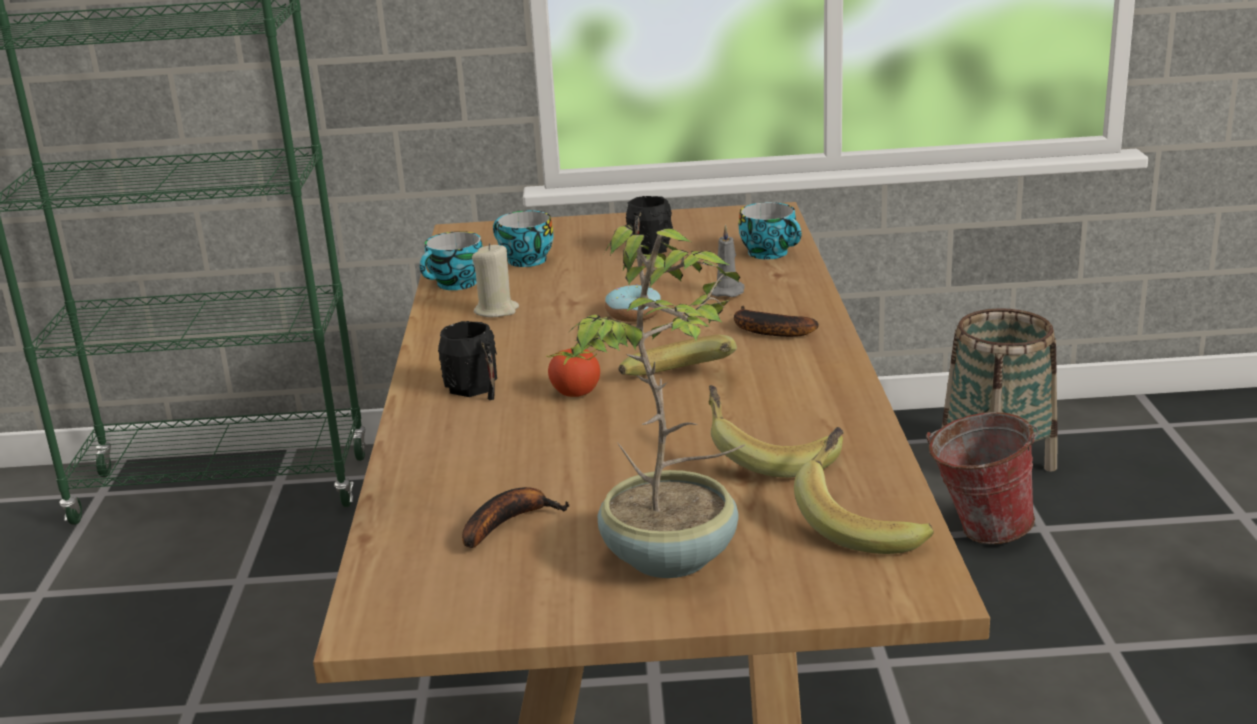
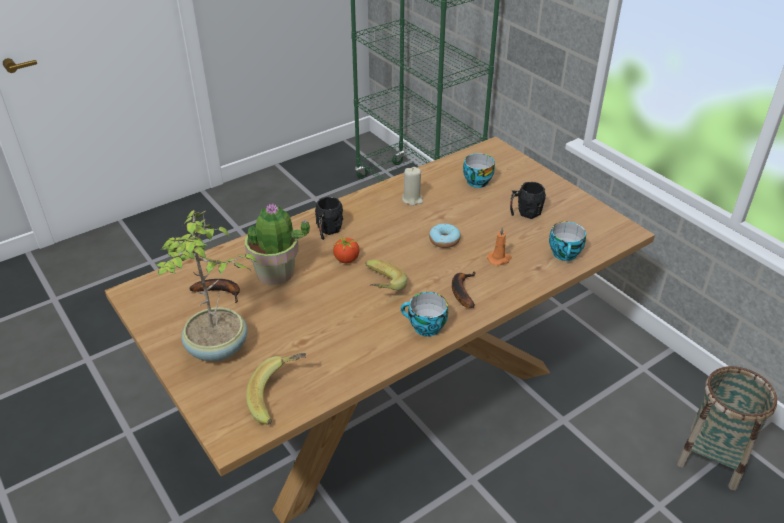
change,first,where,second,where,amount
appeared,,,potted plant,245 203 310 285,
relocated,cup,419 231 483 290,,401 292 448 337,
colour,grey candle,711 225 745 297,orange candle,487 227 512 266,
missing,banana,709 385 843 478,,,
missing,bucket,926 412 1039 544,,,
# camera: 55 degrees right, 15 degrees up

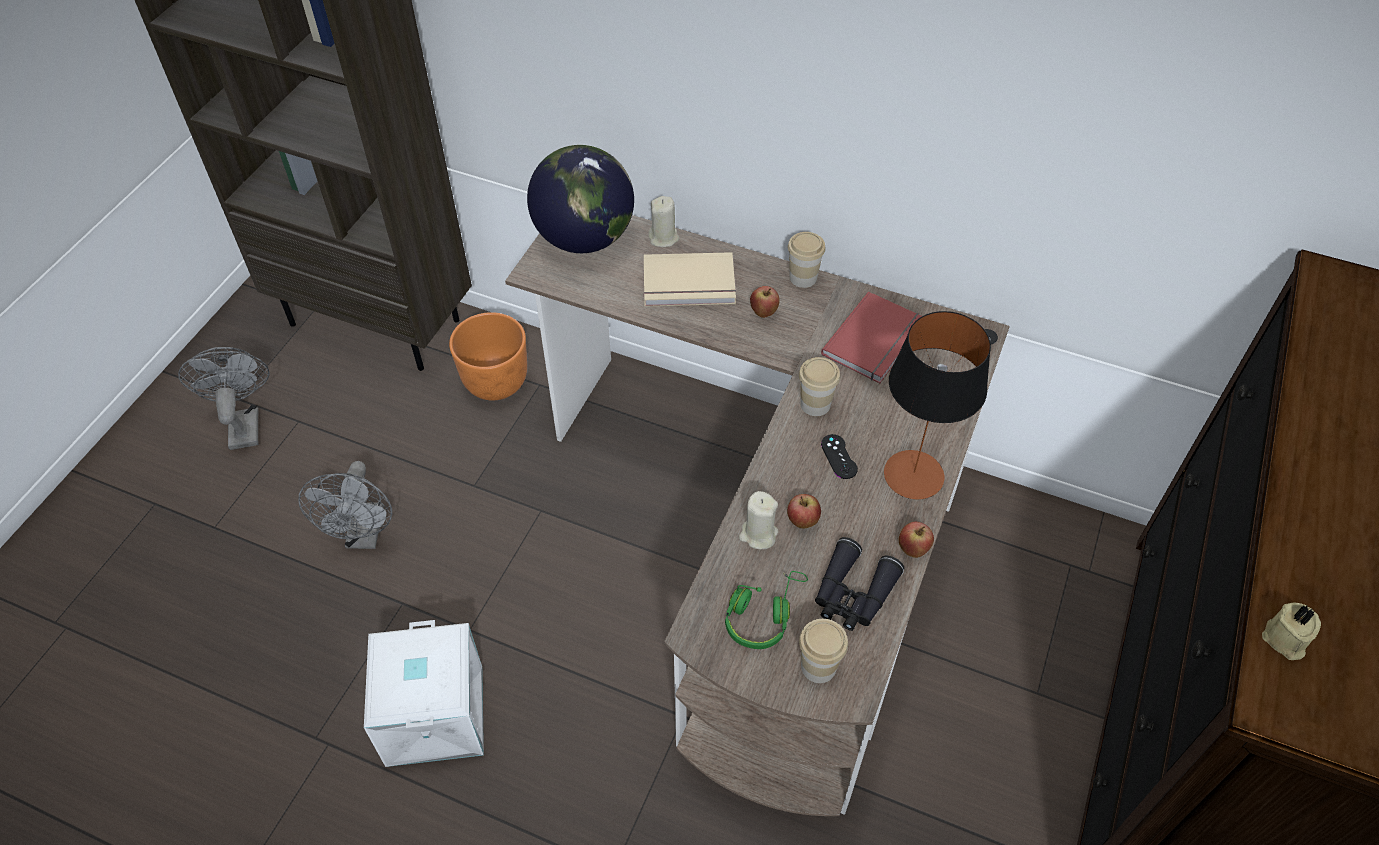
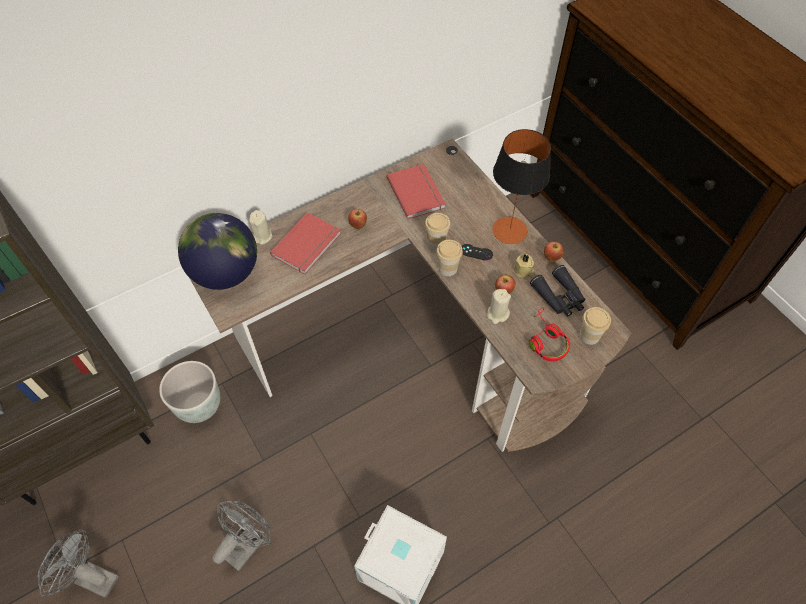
change,first,where,second,where,amount
colour,orange planter,449 312 527 401,grey planter,159 361 220 423,
spun,grey fan,298 461 392 549,,212 500 271 571,90 degrees counterclockwise
colour,beige book,644 252 736 306,red book,270 212 341 275,
relocated,cup,788 232 826 288,,436 240 463 276,
relocated,beige candle,1262 603 1321 660,,514 254 534 277,
colour,green headphones,725 571 808 649,red headphones,529 307 570 361,
# camera: 55 degrees left, 5 degrees up

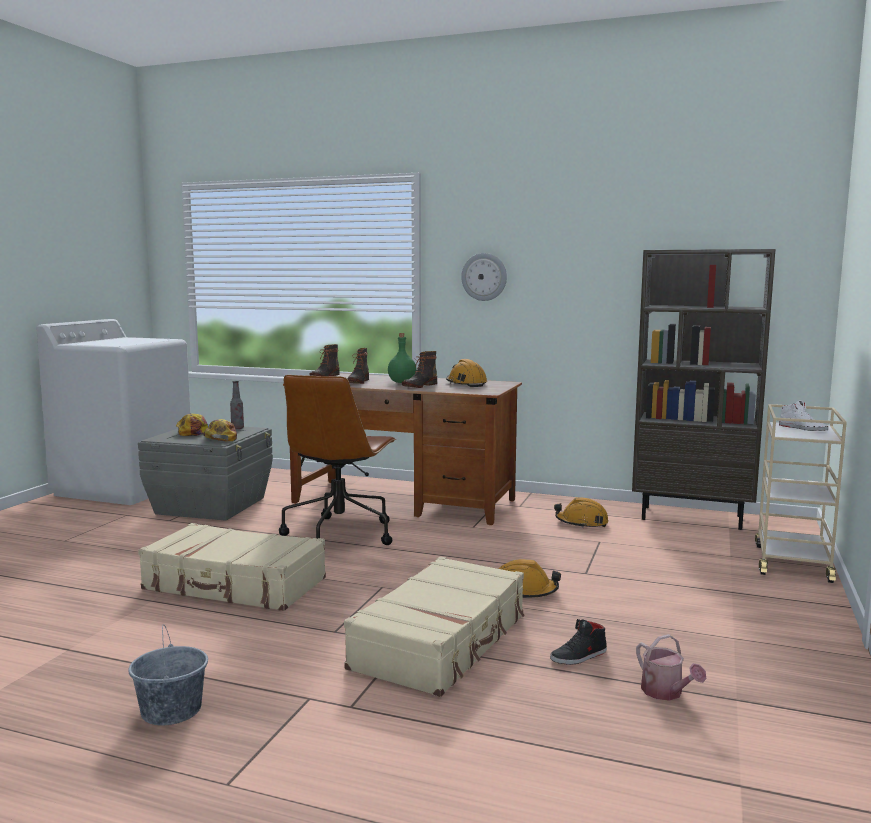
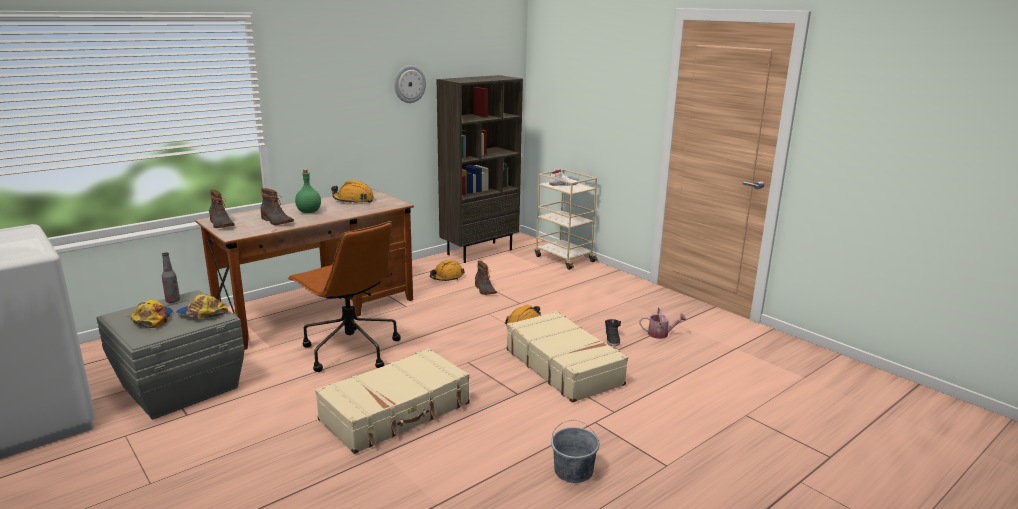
change,first,where,second,where,amount
relocated,wall clock,461 253 507 301,,394 65 426 103,
relocated,boot,402 351 437 388,,475 261 497 295,
# camera: 60 degrees left, 10 degrees up

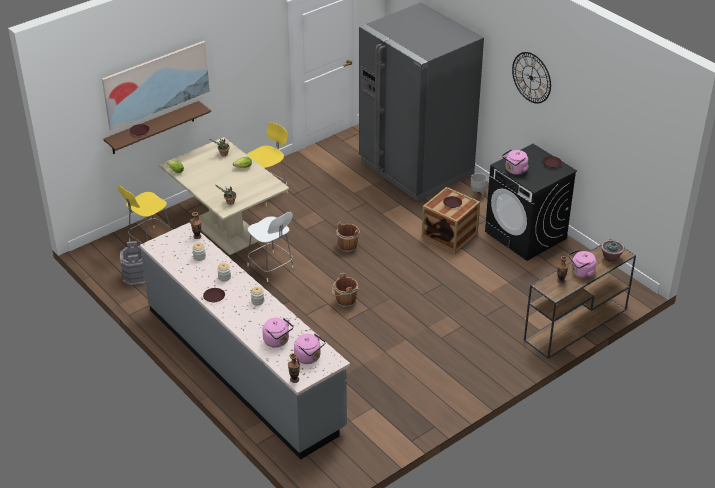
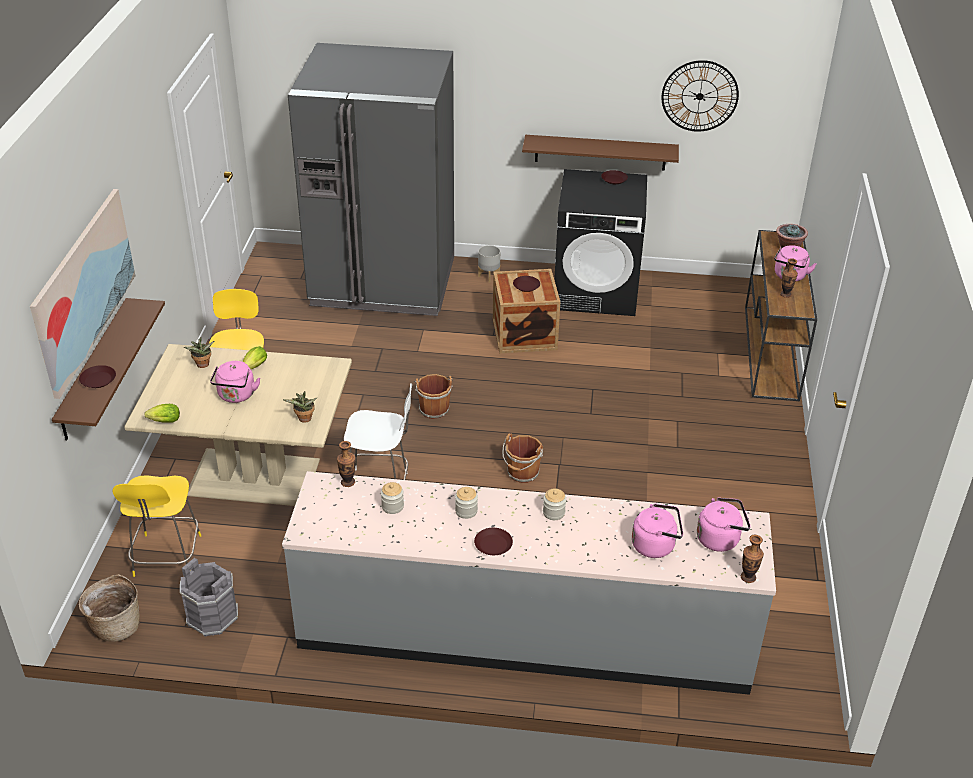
change,first,where,second,where,amount
appeared,,,basket,79 574 140 642,
relocated,pink kettle,502 149 529 175,,210 361 261 403,
appeared,,,brown shelf,522 135 679 171,
relocated,wall clock,512 52 551 103,,661 60 739 132,
# camera: 45 degrees left, 0 degrees up

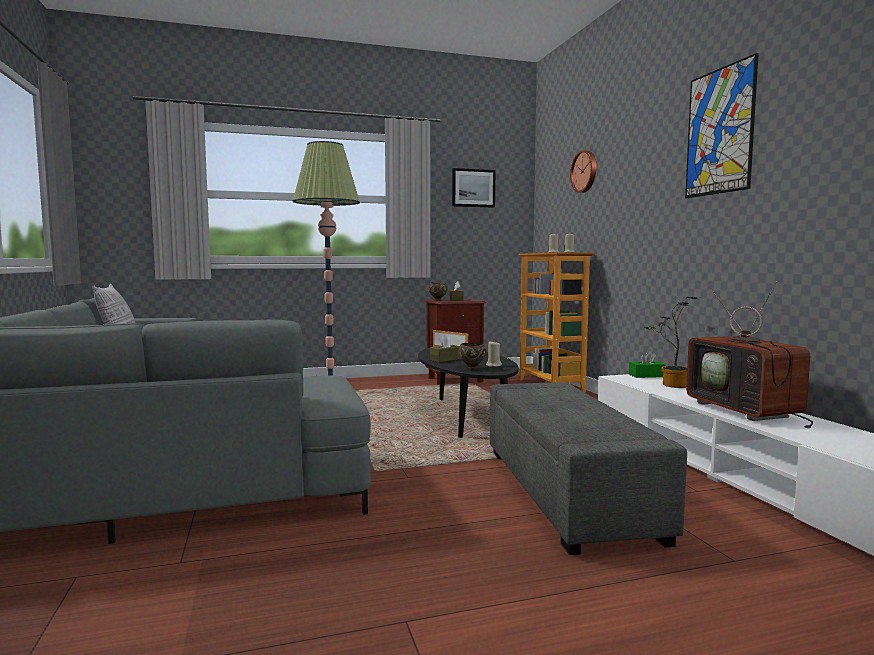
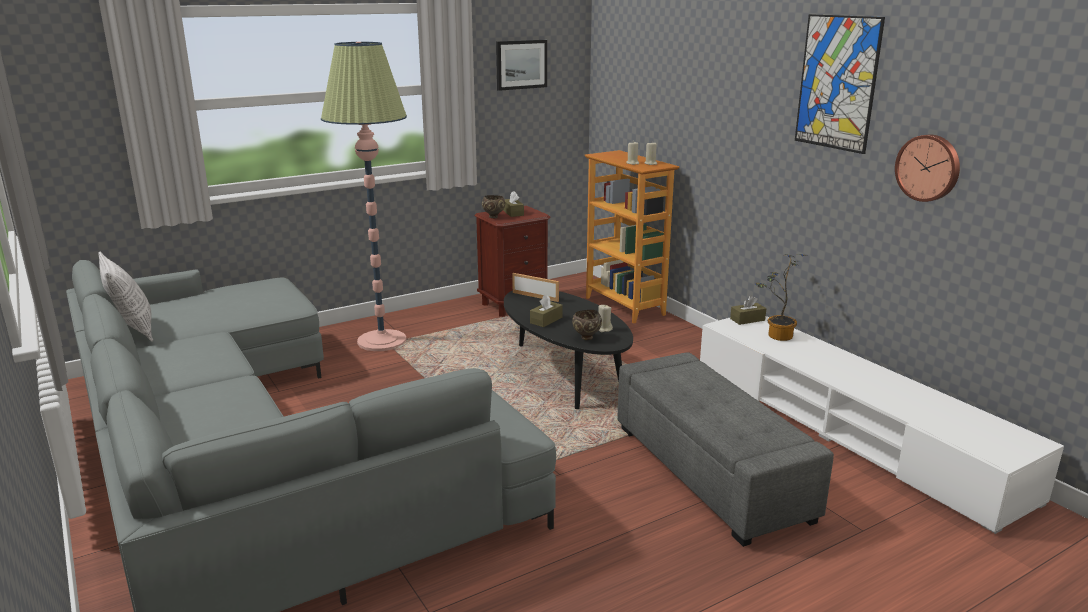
change,first,where,second,where,amount
colour,green tissue box,629 350 665 378,brown tissue box,730 296 766 325,
relocated,wall clock,570 150 596 193,,895 135 960 202,
missing,television,686 282 813 428,,,
# camera: 15 degrees left, 15 degrees up

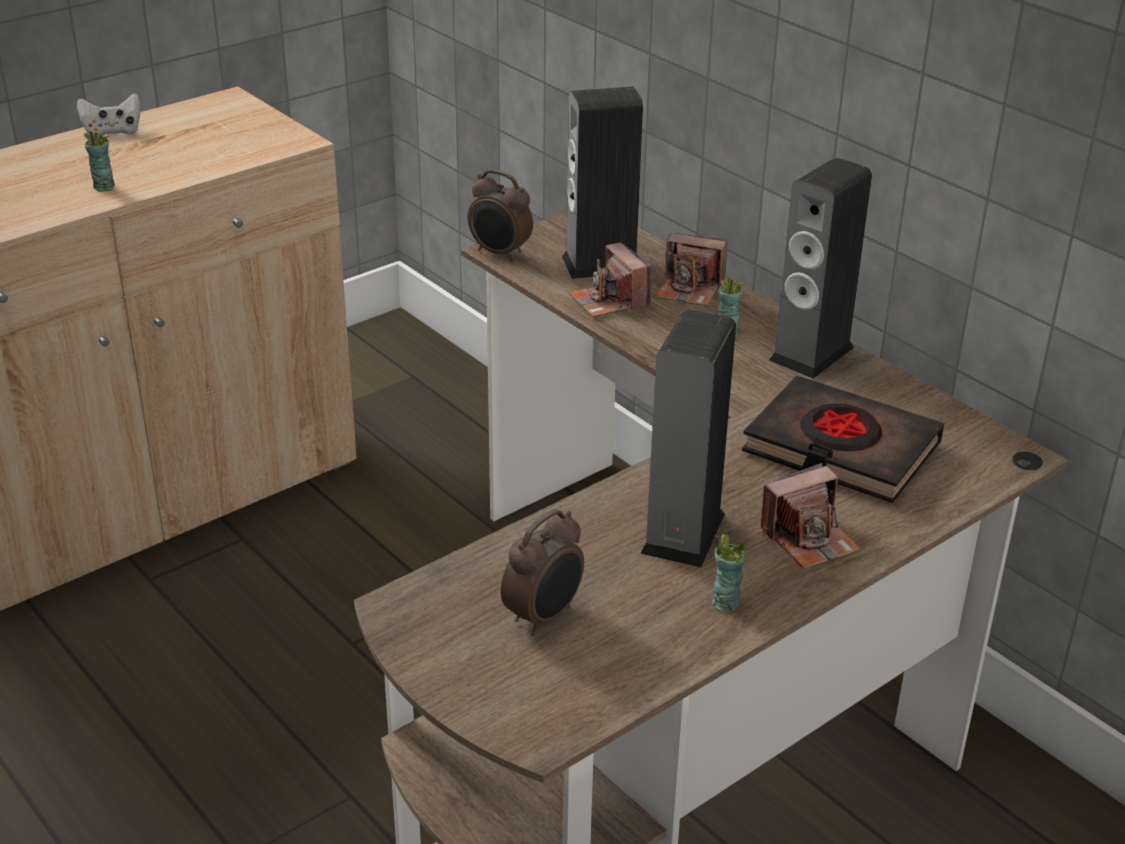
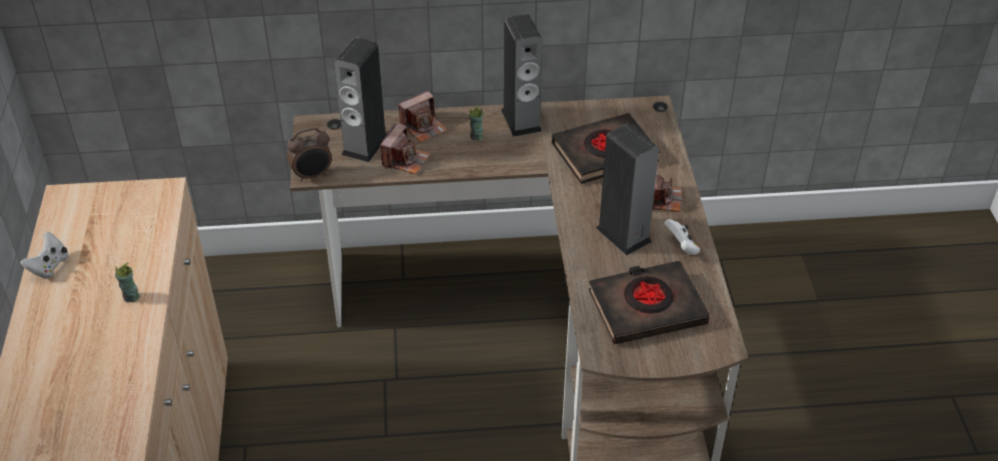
change,first,where,second,where,amount
spun,photo camera,569 242 652 317,,380 123 431 174,75 degrees counterclockwise
exchanged,alarm clock,501 509 584 636,black book,588 260 710 344,
exchanged,cup,712 534 746 612,white game controller,664 219 700 255,
# camera: 55 degrees left, 10 degrees up

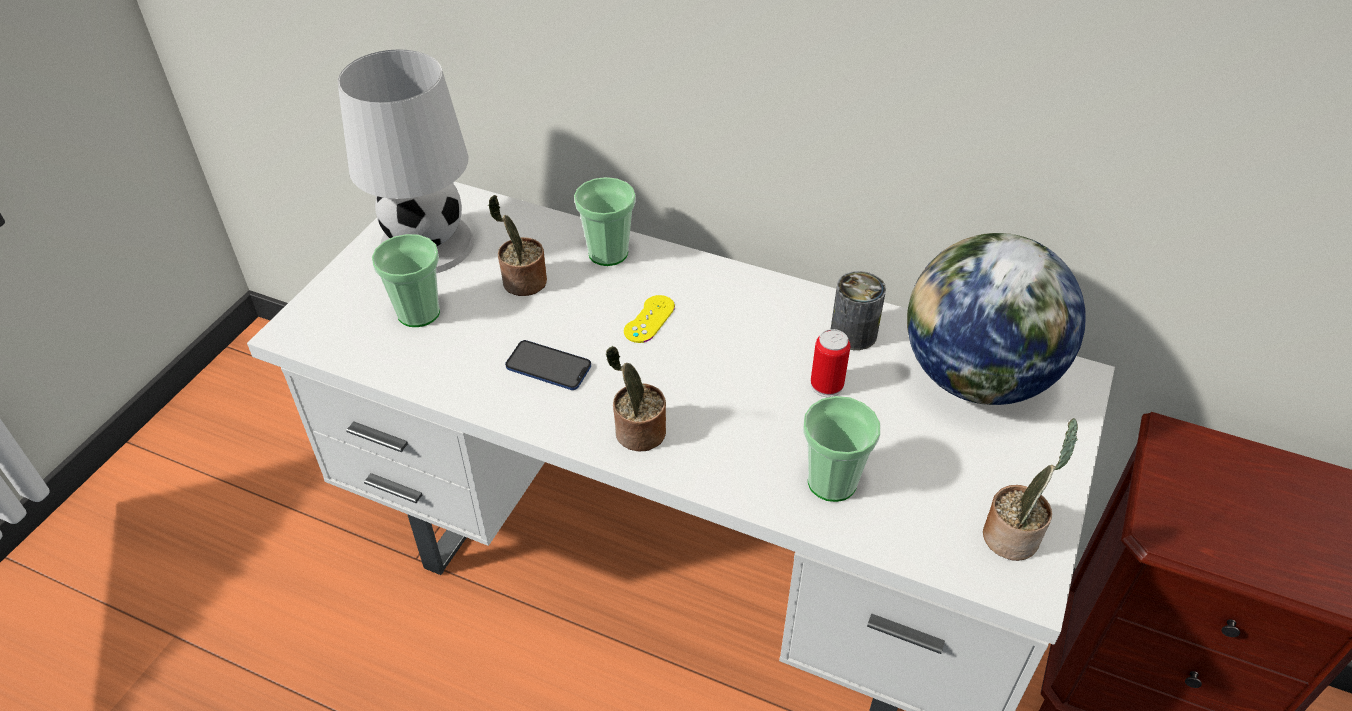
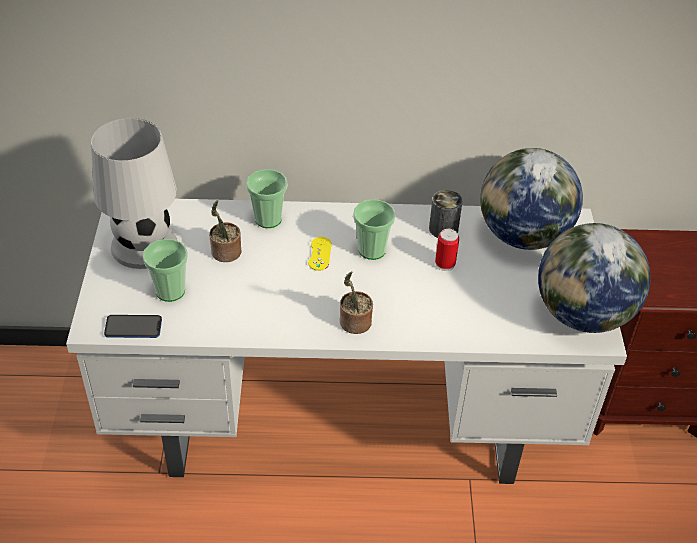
change,first,where,second,where,amount
relocated,phone,505 340 591 390,,104 315 162 338,
relocated,cup,803 396 880 502,,353 199 396 260,
exchanged,potted plant,983 418 1078 561,globe,538 223 651 333,
# camera: 25 degrees left, 0 degrees up

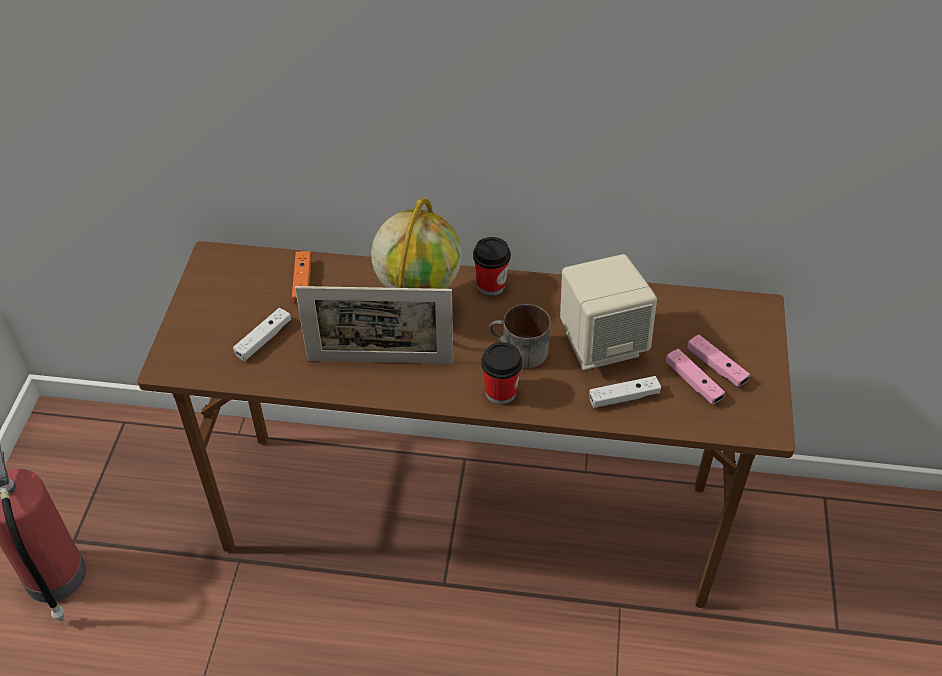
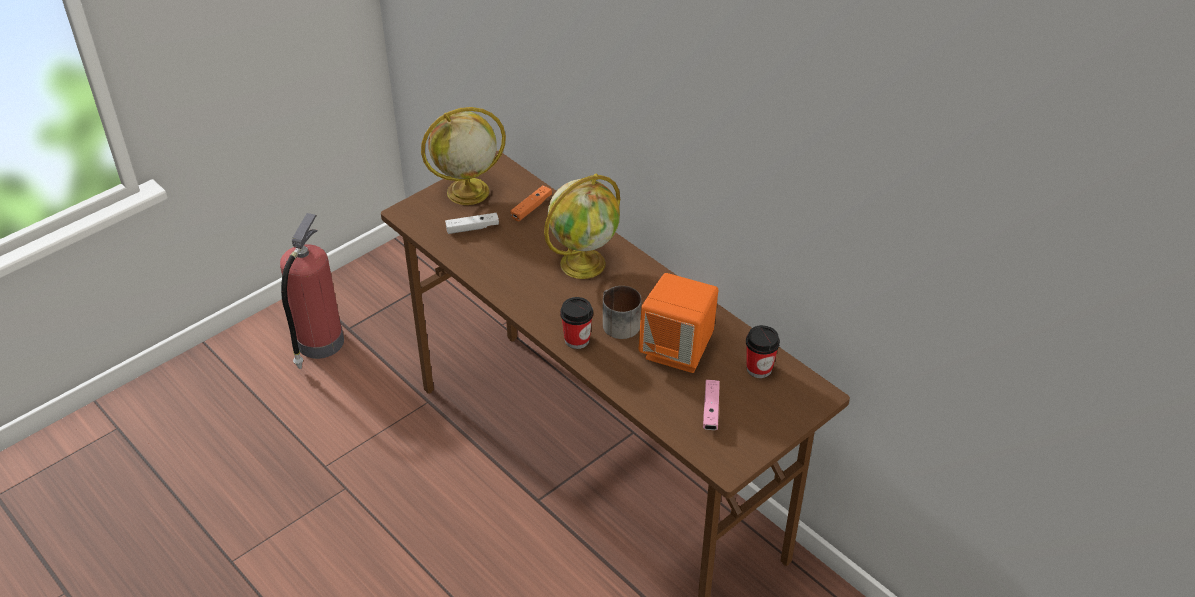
change,first,where,second,where,amount
appeared,,,globe,421 107 506 205,
colour,beige speaker,560 254 657 370,orange speaker,639 273 718 373,
relocated,cup,473 237 511 296,,746 325 780 378,
missing,picture frame,295 286 453 364,,,
missing,white game controller,589 376 661 408,,,
missing,pink game controller,687 335 750 387,,,
# camera: 40 degrees right, 5 degrees down

